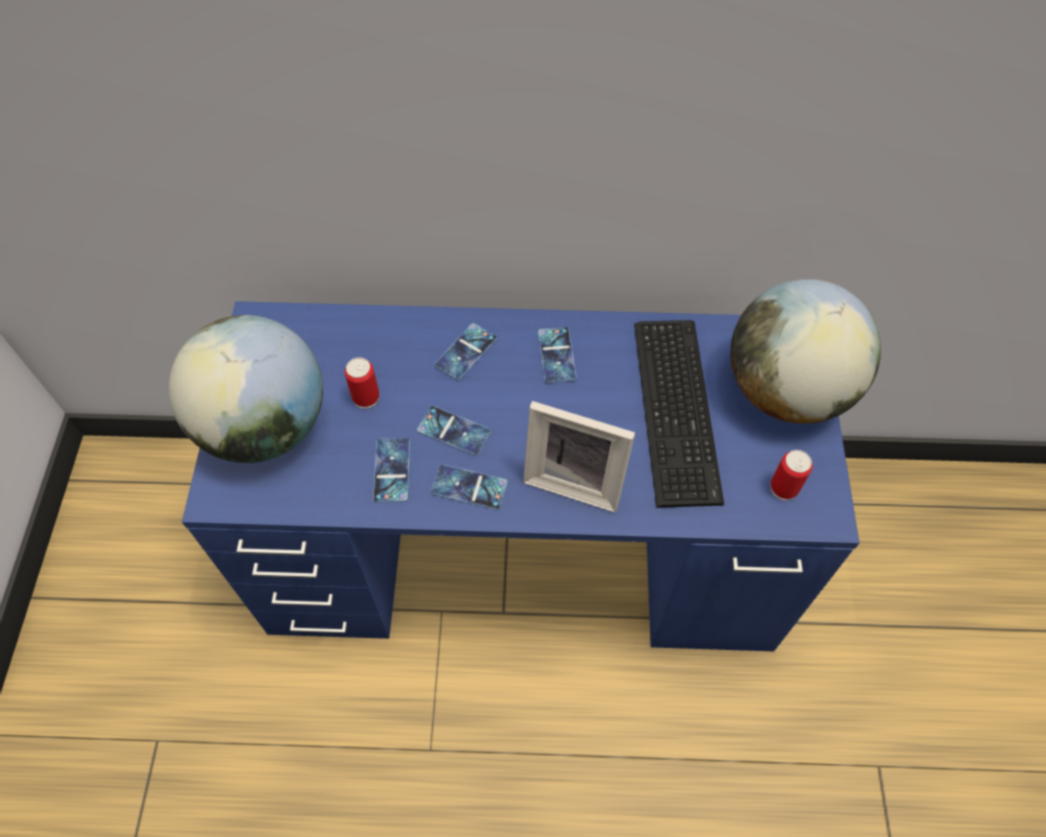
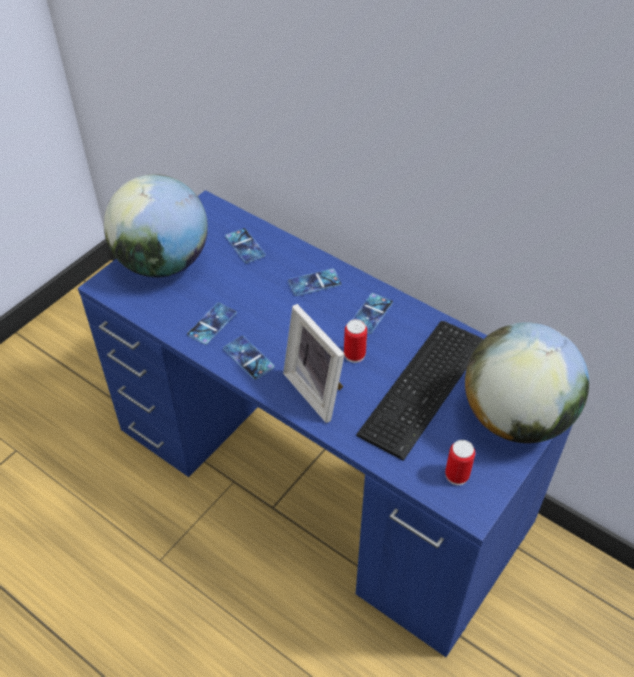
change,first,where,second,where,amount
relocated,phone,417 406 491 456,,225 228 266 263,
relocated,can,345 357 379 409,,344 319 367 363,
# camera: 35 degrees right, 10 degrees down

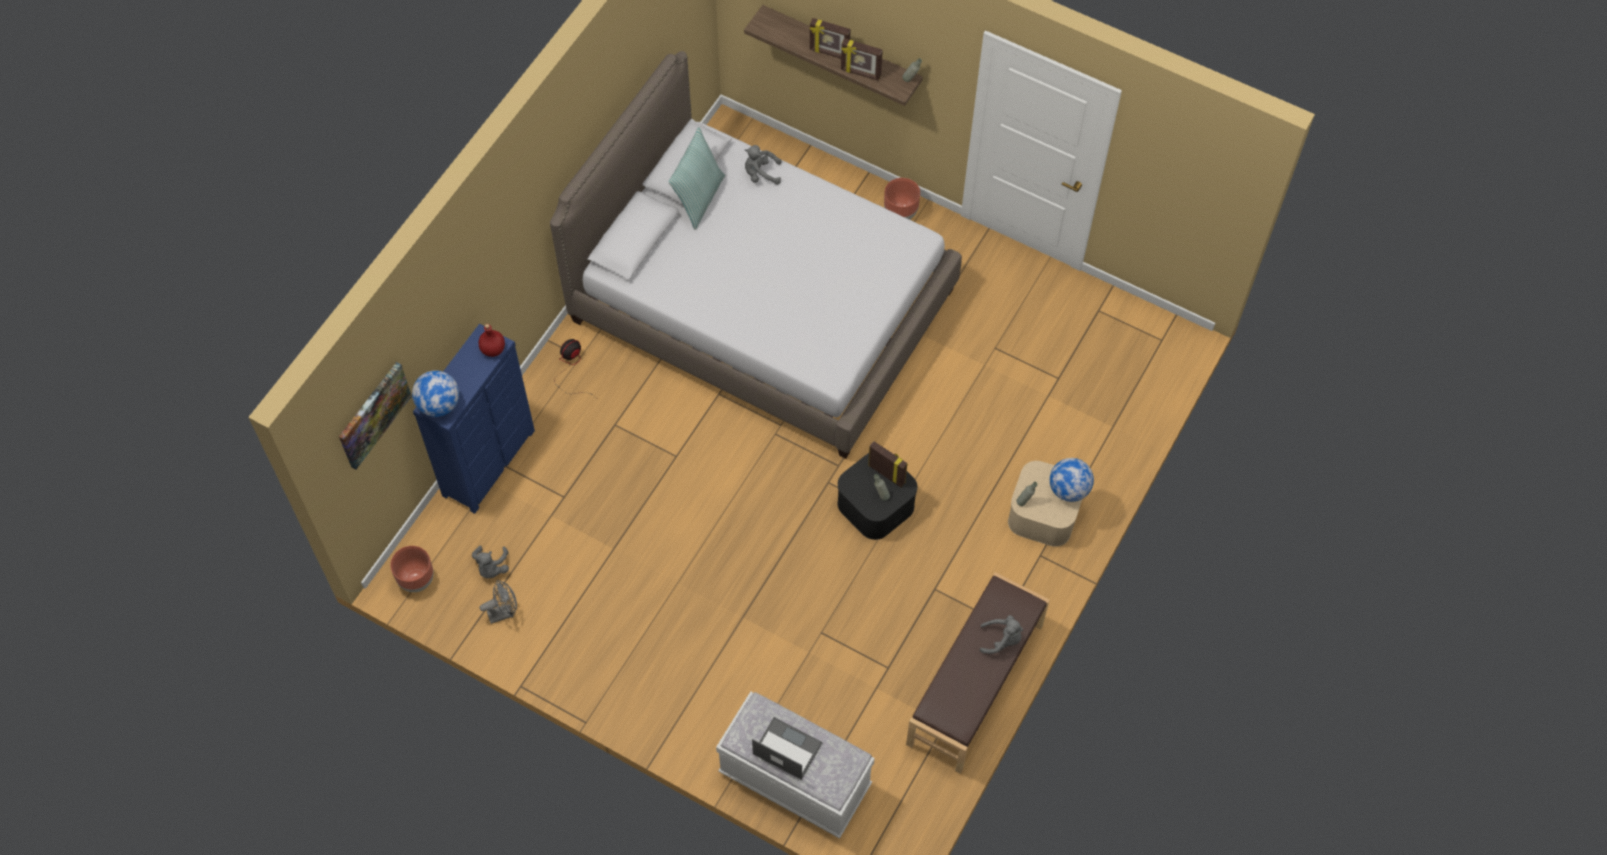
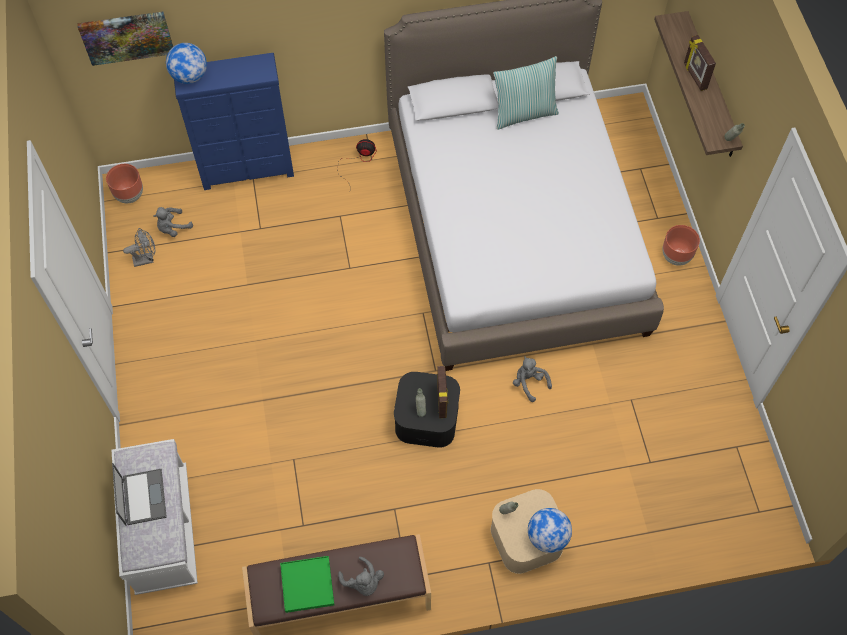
change,first,where,second,where,amount
spun,grey fan,480 580 517 624,,123 228 155 267,45 degrees counterclockwise
appeared,,,green tray,280 556 334 613,
relocated,grey plush toy,745 145 782 185,,513 356 552 402,
missing,red bottle,479 324 505 357,,,
missing,picture frame,841 38 883 81,,,
# camera: 50 degrees right, 0 degrees up

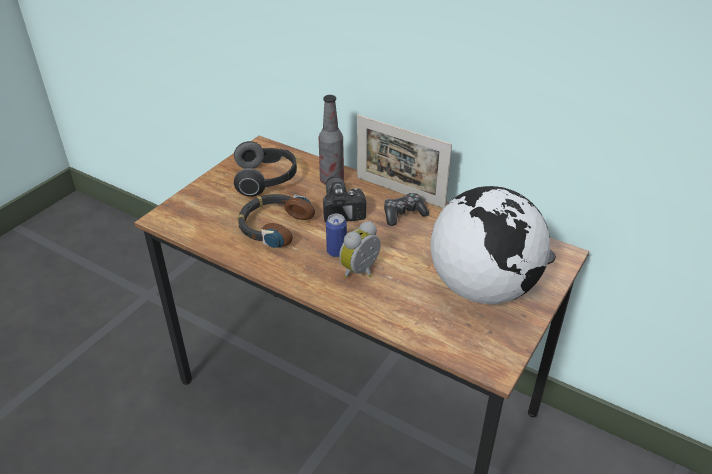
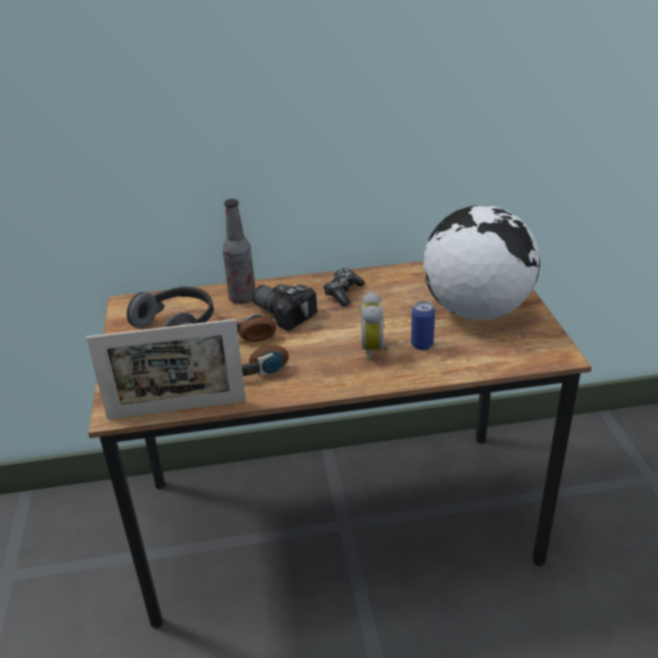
change,first,where,second,where,amount
relocated,picture frame,357 115 452 208,,86 319 246 419,
relocated,can,326 214 347 257,,411 301 435 350,
# camera: 40 degrees left, 5 degrees down

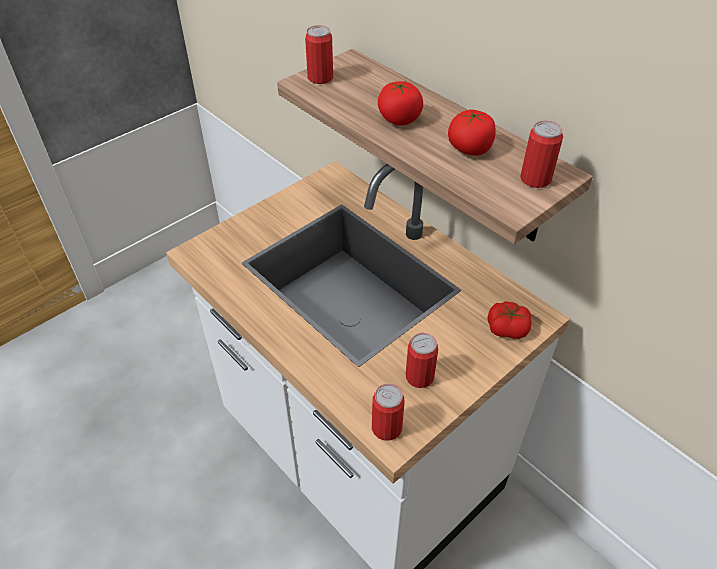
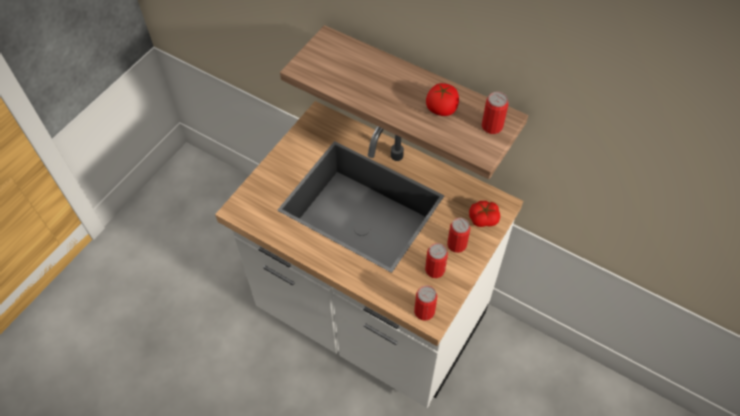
change,first,where,second,where,amount
relocated,can,305 25 333 84,,447 218 470 253,
missing,tomato,378 81 423 126,,,
# camera: 15 degrees left, 10 degrees up

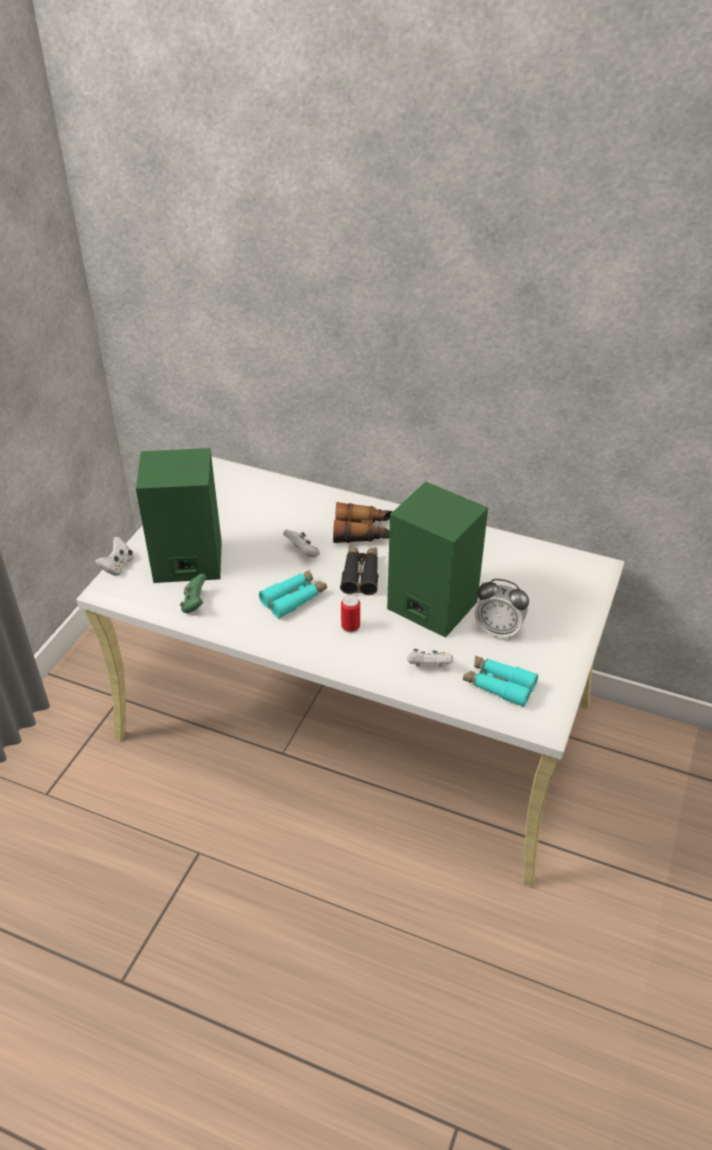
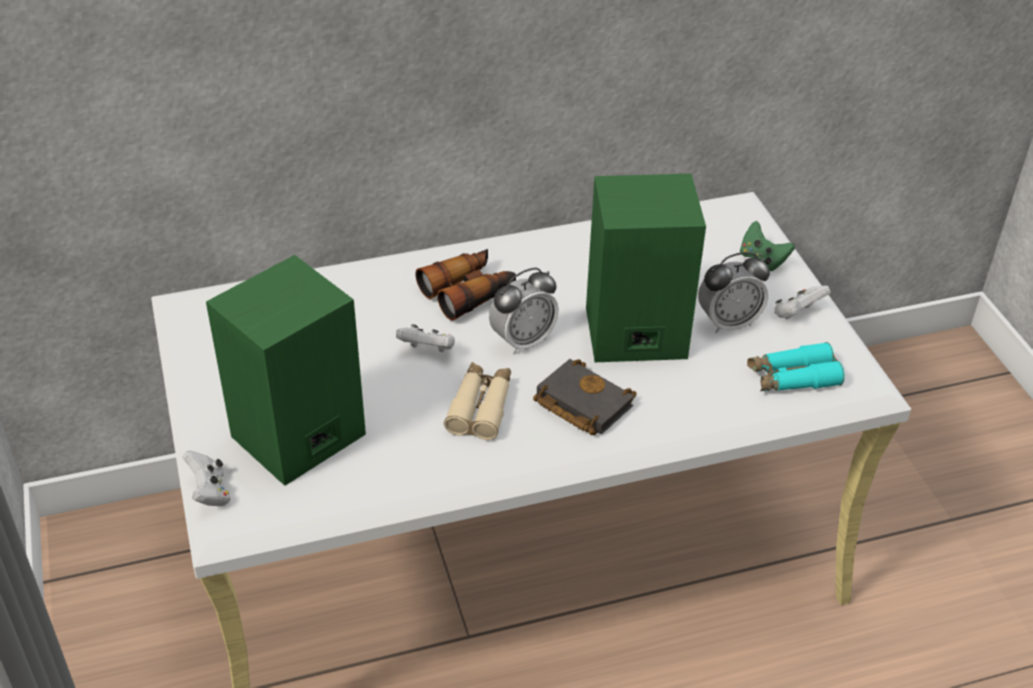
change,first,where,second,where,amount
colour,turquoise binoculars,259 570 327 618,beige binoculars,444 362 511 440,
exchanged,black binoculars,340 546 378 595,alarm clock,489 268 559 354,
exchanged,can,341 595 360 633,black book,533 359 636 436,
relocated,green game controller,180 574 206 613,,740 221 795 271,
relocated,white game controller,407 649 453 666,,774 286 831 319,
# camera: 40 degrees left, 0 degrees up

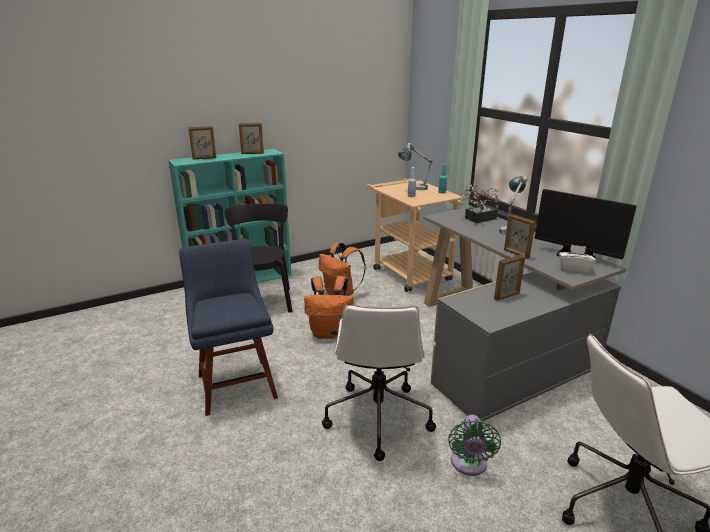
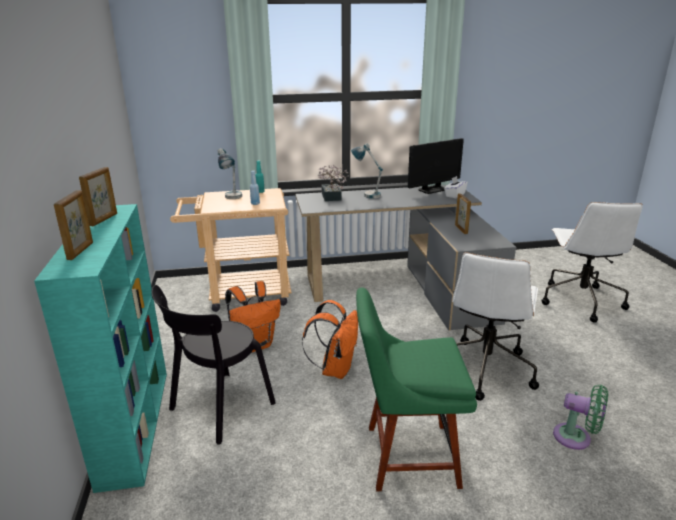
change,first,where,second,where,amount
spun,black chair,224 203 292 313,,151 285 276 445,60 degrees counterclockwise
colour,blue chair,179 239 278 416,green chair,356 288 477 491,
spun,white office chair,322 305 436 461,,452 252 539 401,90 degrees clockwise
relocated,green fan,448 414 501 476,,553 385 608 450,
missing,picture frame,504 214 536 259,,,
# camera: 70 degrees left, 0 degrees up

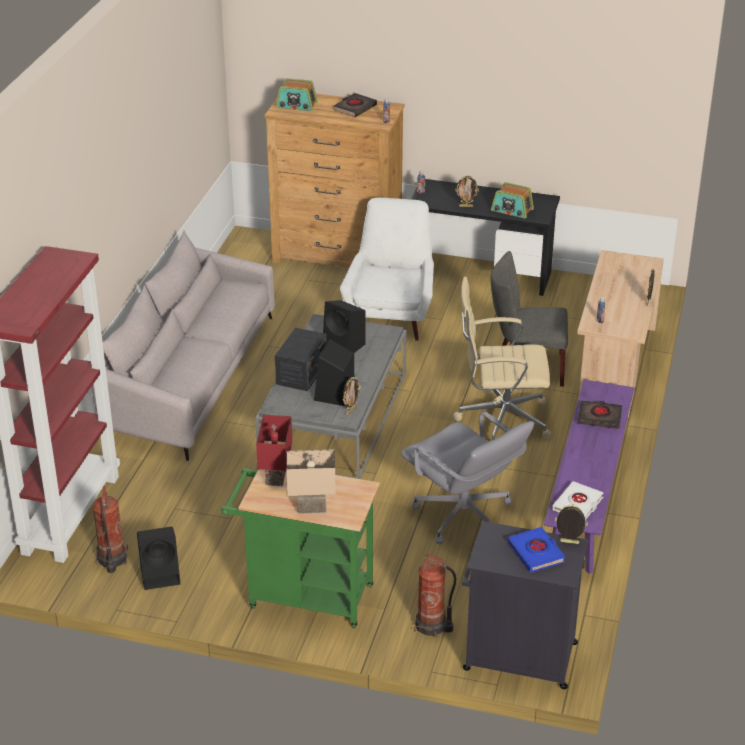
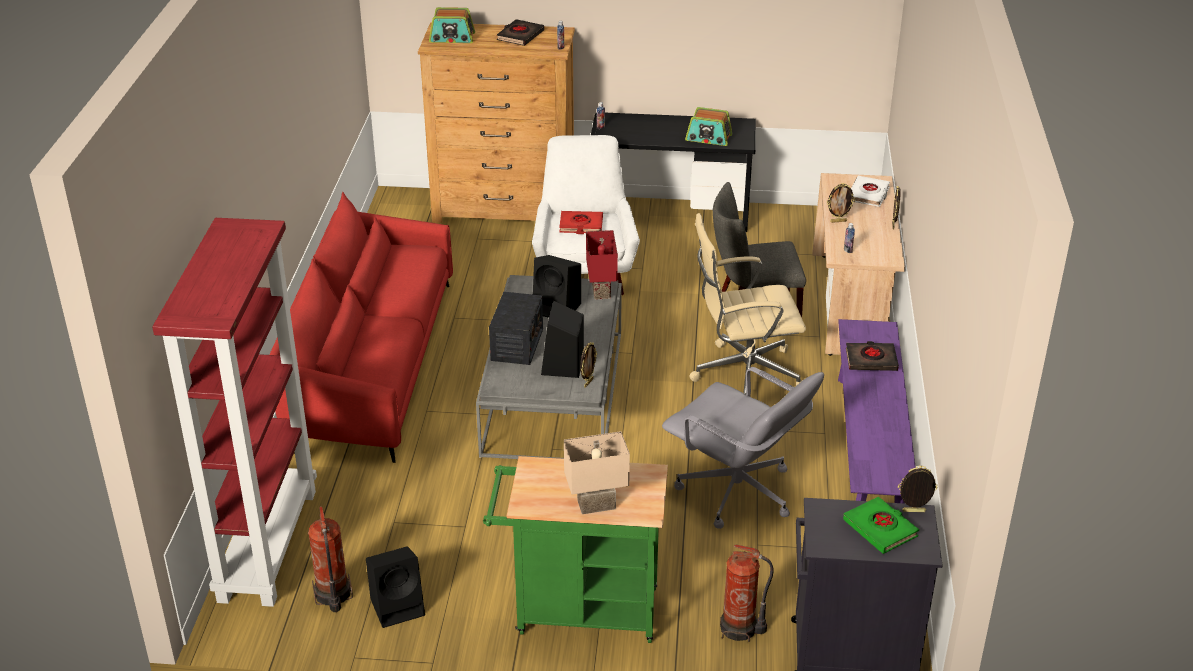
change,first,where,second,where,amount
colour,grey sofa,91 230 275 461,red sofa,269 192 453 463,
appeared,,,red book,559 211 603 234,
relocated,red table lamp,256 415 292 486,,586 230 618 299,
relocated,picture frame,455 175 479 207,,827 183 855 223,
colour,blue book,507 527 566 573,green book,843 497 919 554,
relocated,white book,552 481 604 520,,851 176 890 207,
# camera: 10 degrees left, 0 degrees up

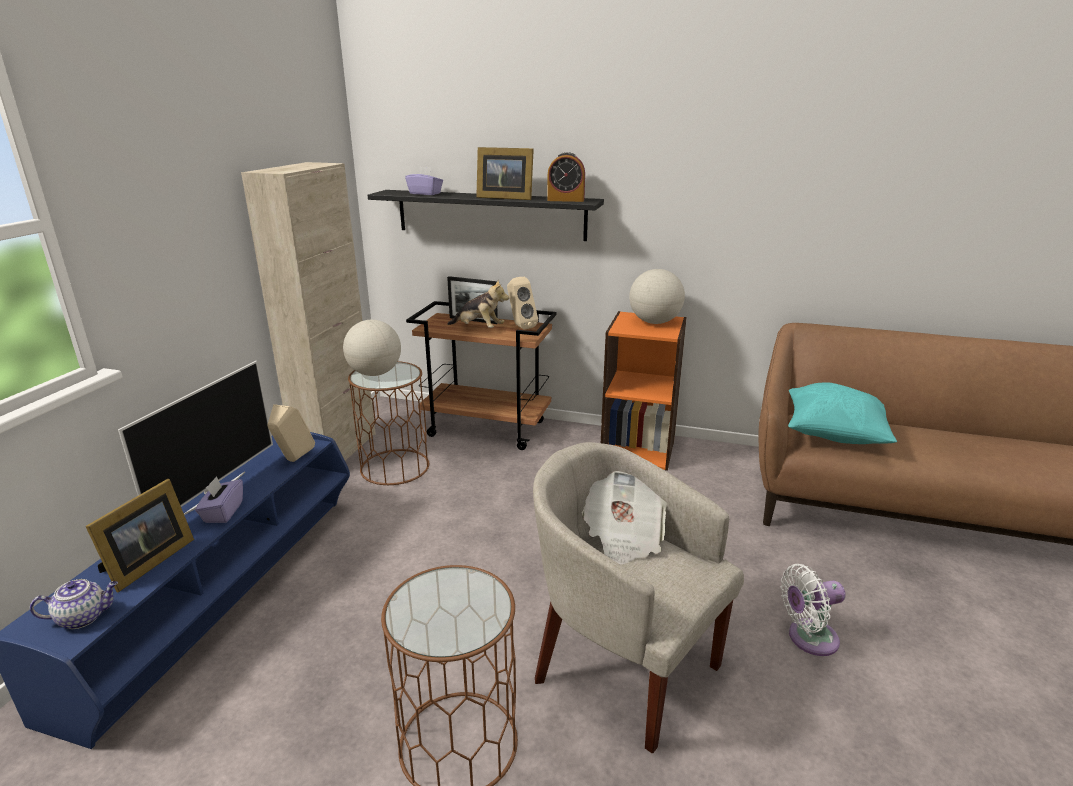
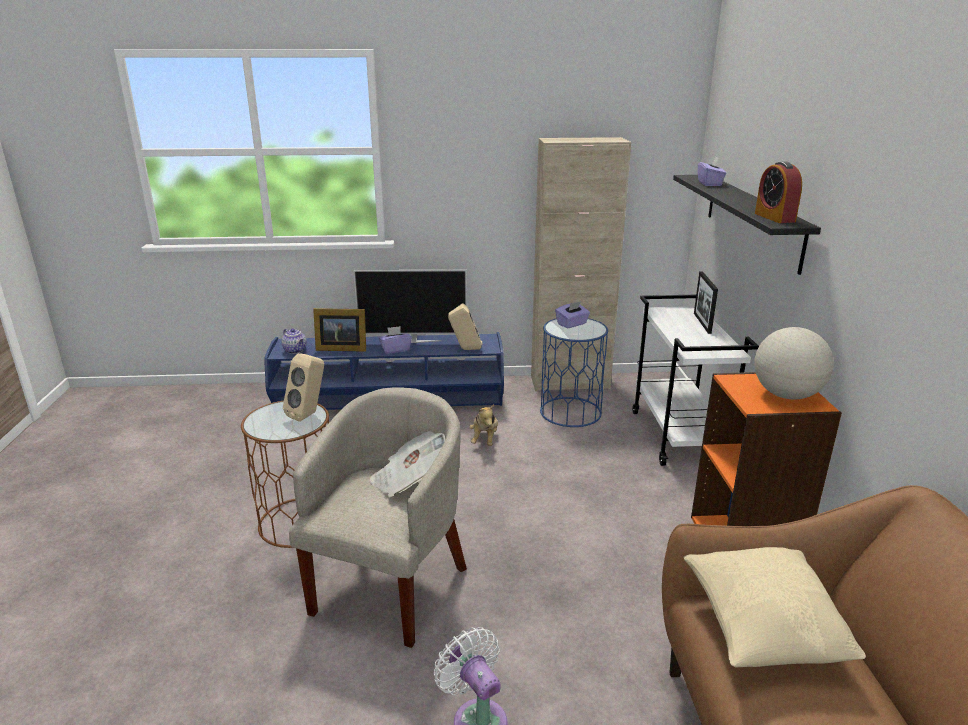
change,first,where,second,where,amount
relocated,beige speaker,507 277 538 330,,283 353 324 422,
relocated,plush toy,447 280 509 328,,469 404 498 446,
colour,brown side table,348 361 429 485,blue side table,540 318 608 427,
exchanged,globe,343 320 401 376,purple tissue box,555 302 590 329,
colour,brown cart,406 301 557 450,white cart,632 295 759 466,
colour,turquoise pillow,788 383 897 444,beige pillow,684 547 866 667,
missing,picture frame,476 147 534 200,,,
# camera: 70 degrees right, 0 degrees up

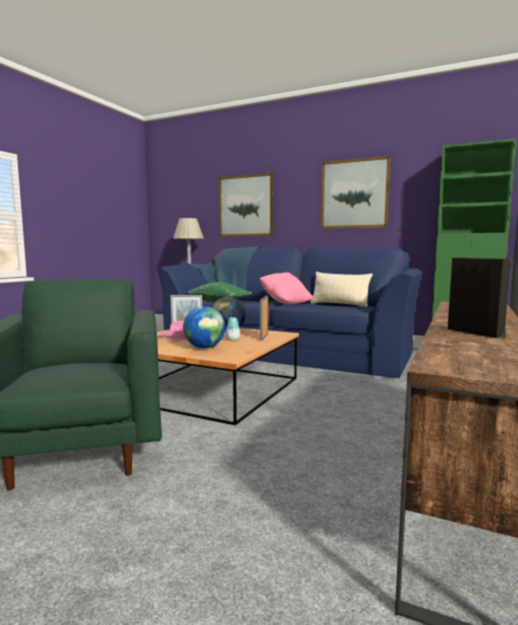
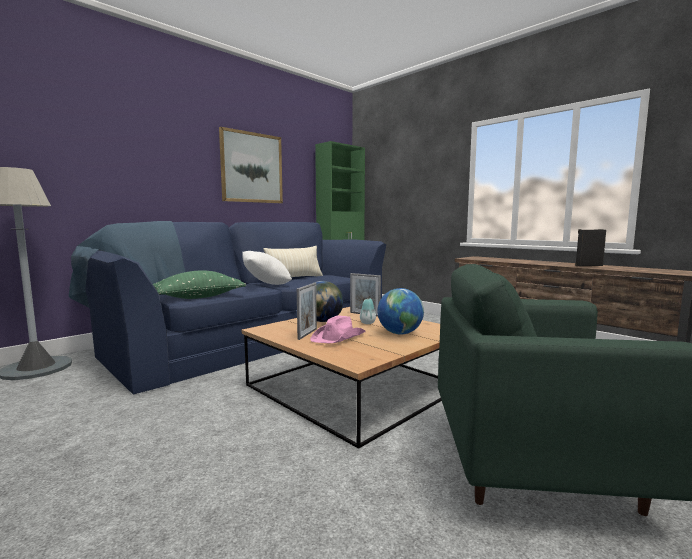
change,first,where,second,where,amount
colour,pink pillow,260 272 313 304,white pillow,242 251 292 285,
missing,picture,219 173 273 237,,,
# camera: 70 degrees left, 0 degrees up

